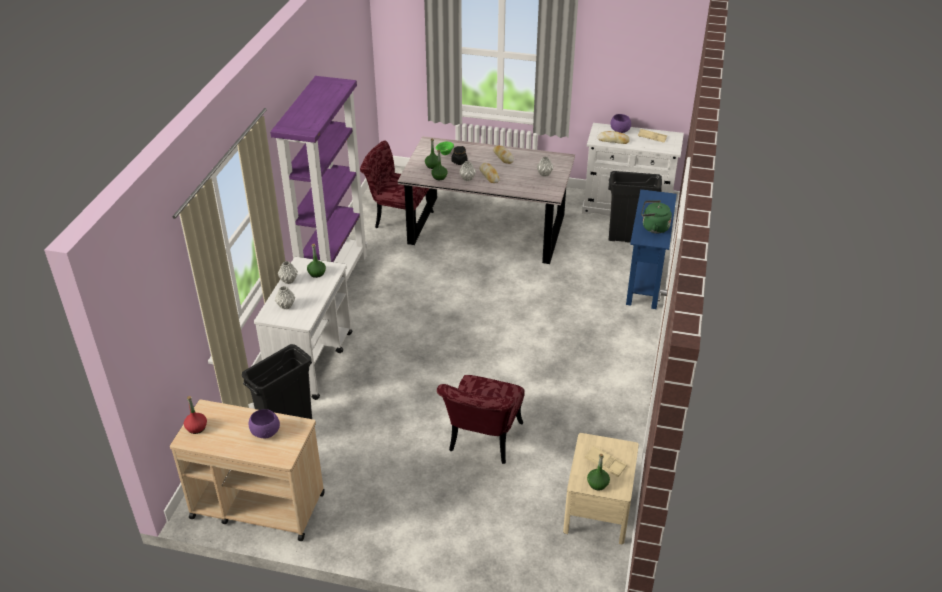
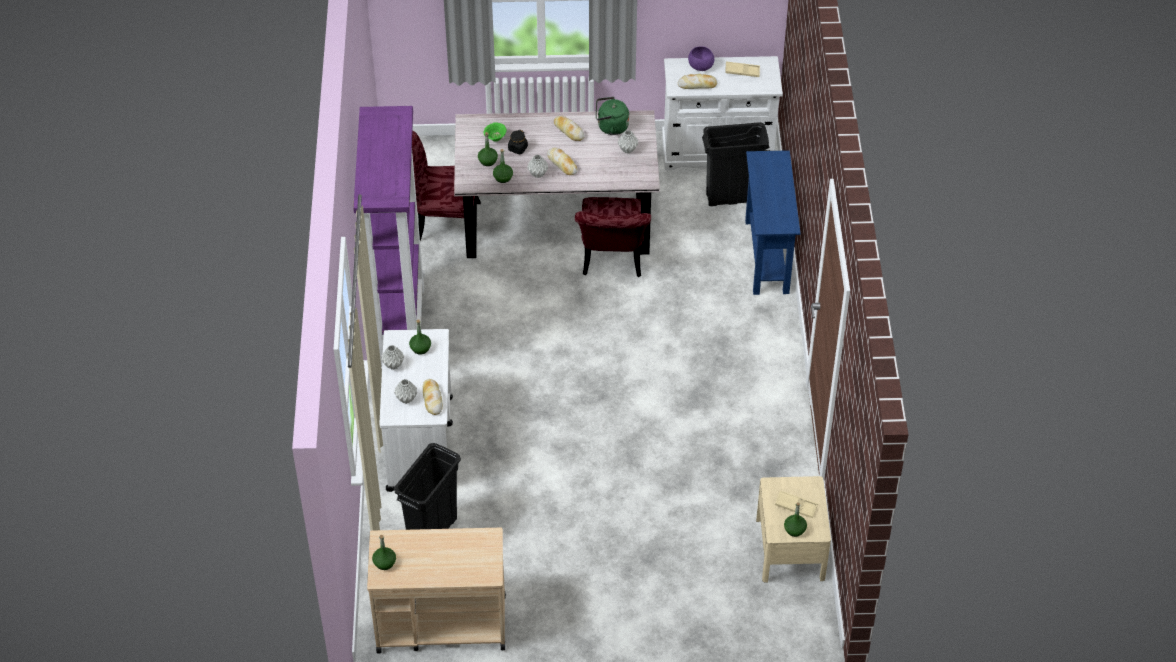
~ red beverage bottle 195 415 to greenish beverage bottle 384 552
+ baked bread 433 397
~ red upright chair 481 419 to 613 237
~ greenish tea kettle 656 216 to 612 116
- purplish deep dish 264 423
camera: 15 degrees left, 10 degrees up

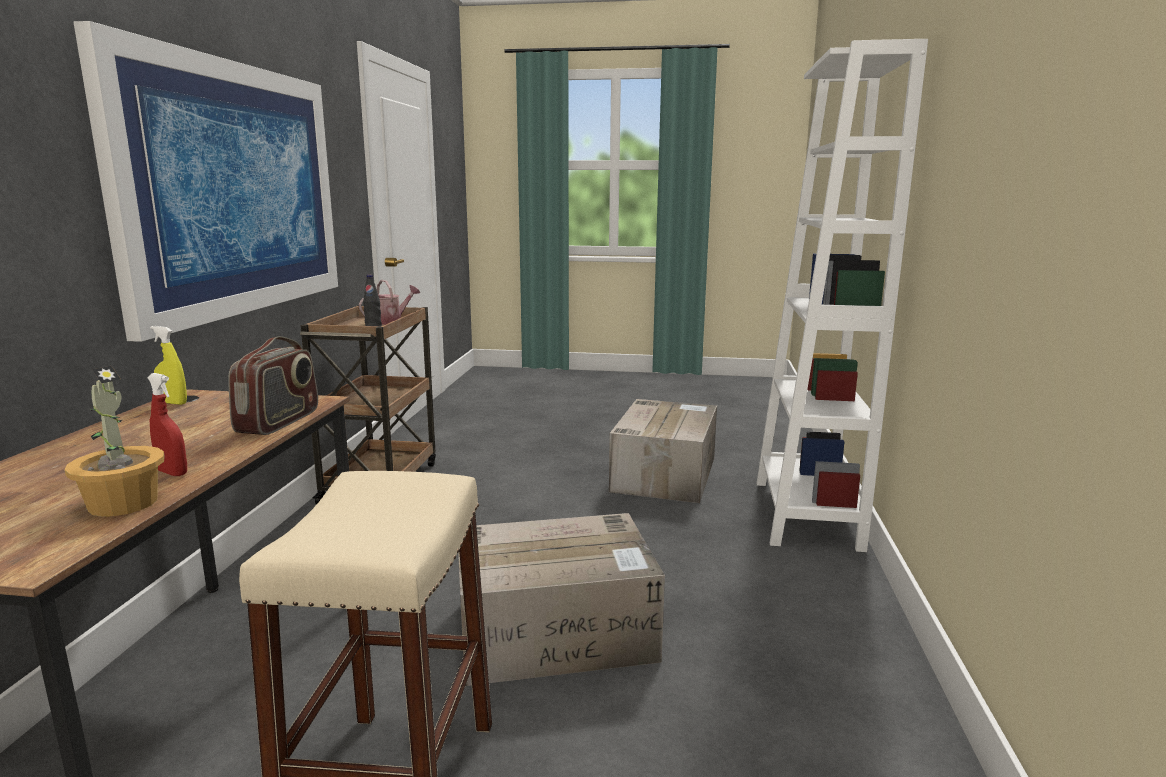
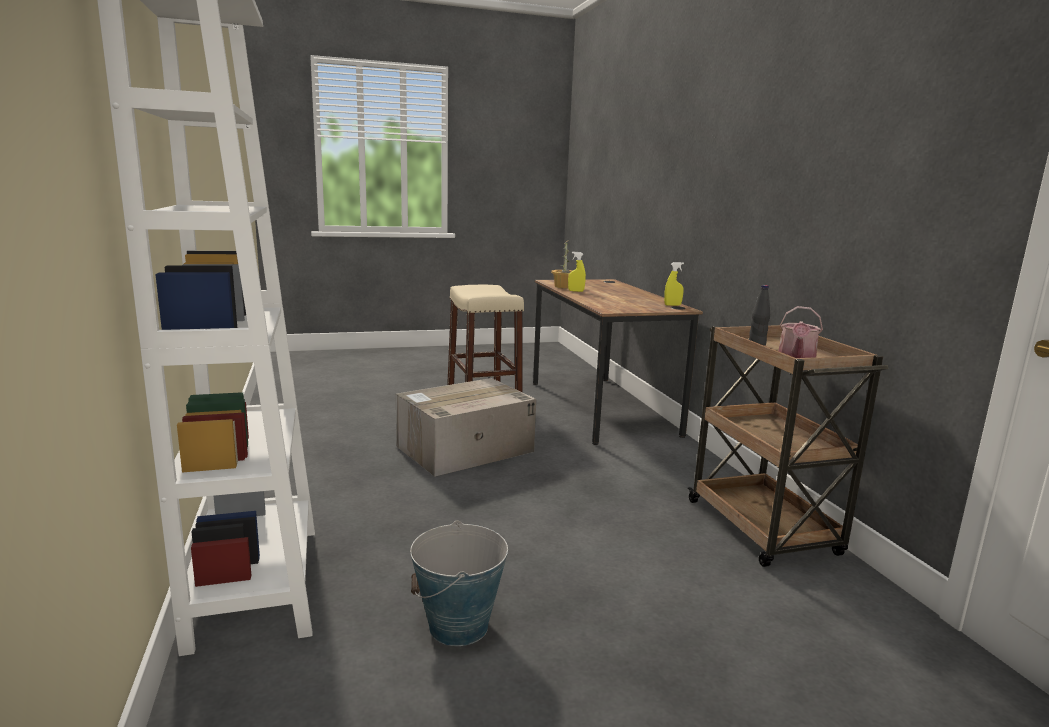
~ carton 663 451 to water bucket 459 583
~ red hand sprayer 167 424 to yellow-coloured hand sprayer 577 272
- wall art 206 181
- radio receiver 273 385
camera: 155 degrees right, 0 degrees up

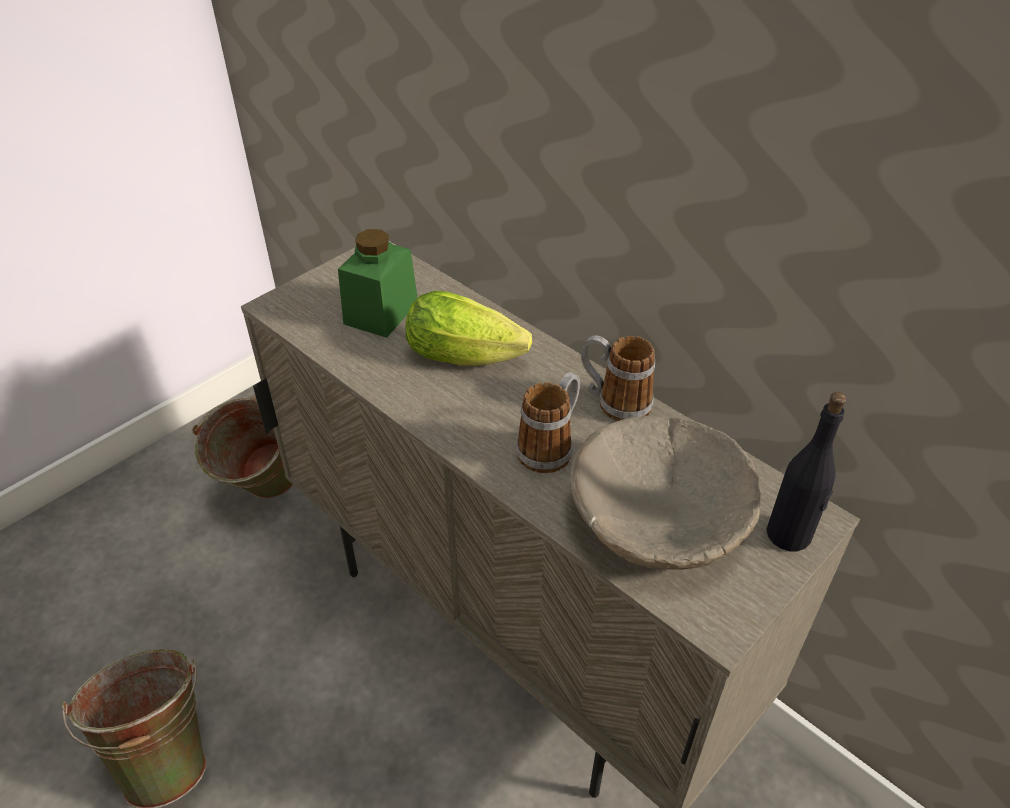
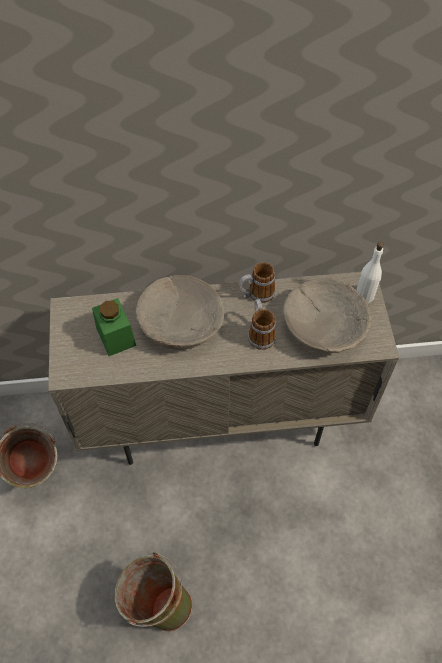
~ lettuce 469 328 to beige deep dish 179 312
~ black beverage bottle 806 471 to white-coloured beverage bottle 370 272
camera: 50 degrees left, 15 degrees up

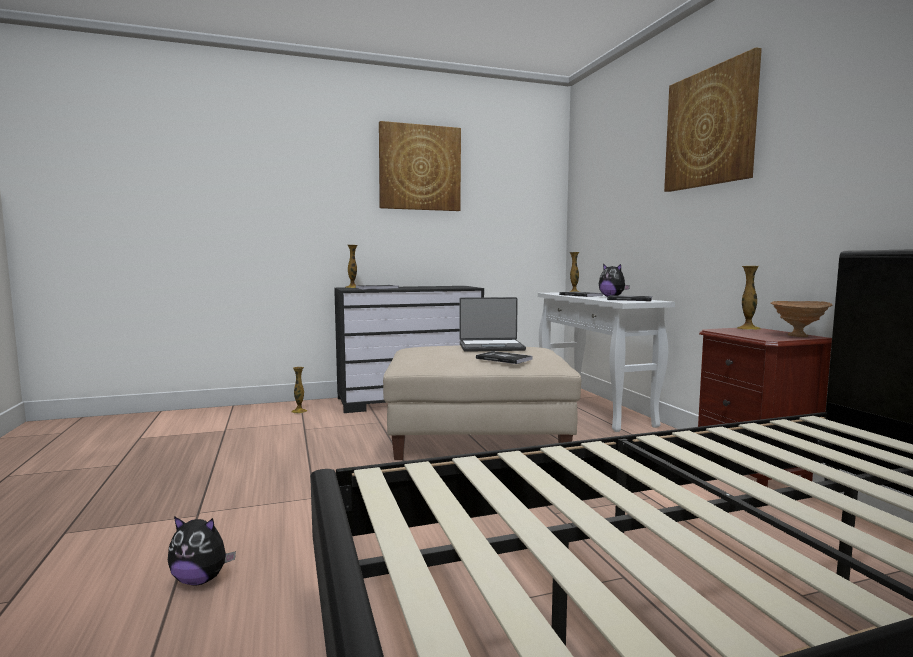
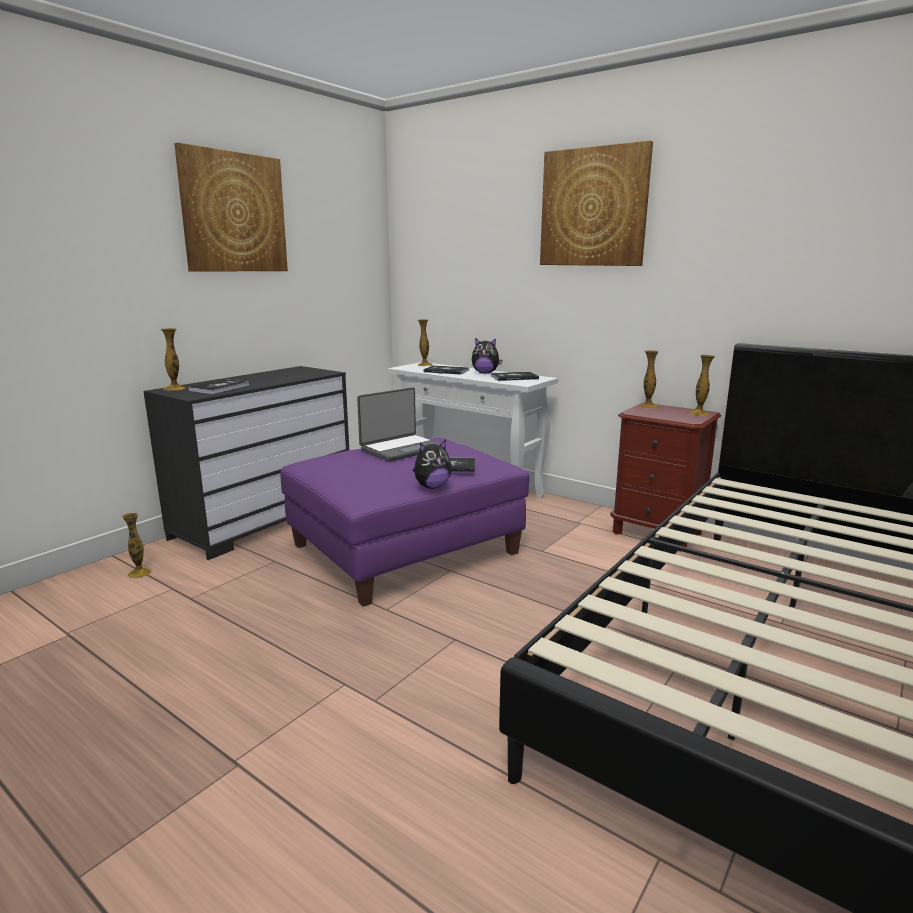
~ beige ottoman 482 403 to purplish ottoman 405 522
~ plush toy 202 551 to 432 464
~ brown deep dish 801 319 to flower vase 701 385
camera: 35 degrees left, 10 degrees up

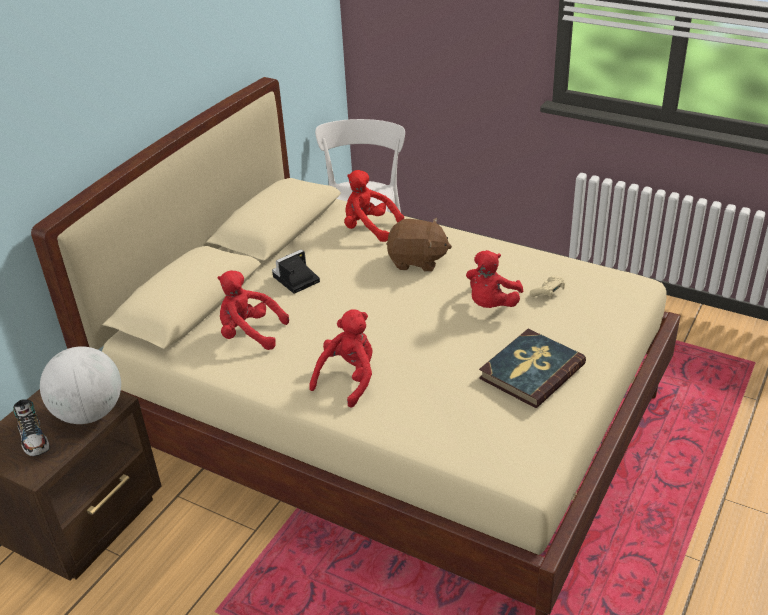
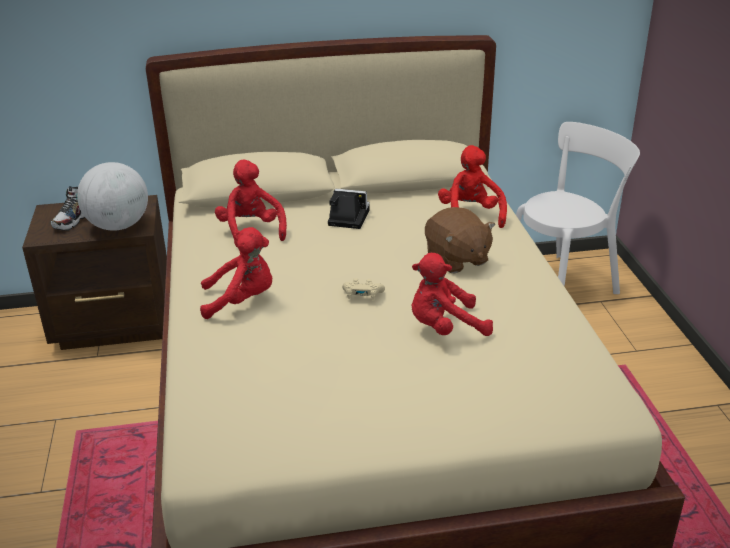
~ beige joypad 547 287 to 363 289
- bound book 532 368
camera: 50 degrees right, 5 degrees down

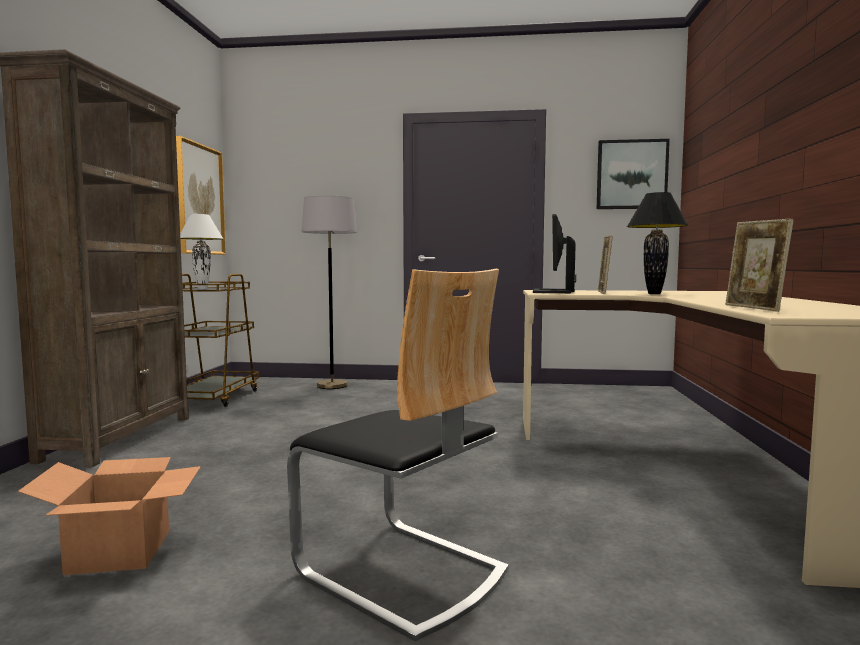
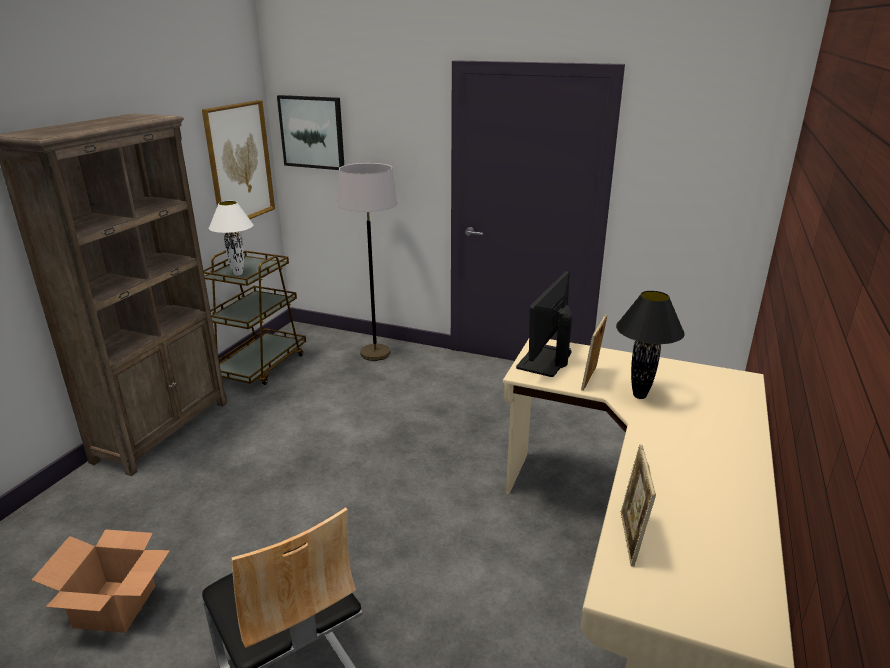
~ wall art 633 174 to 310 132
camera: 15 degrees right, 20 degrees up

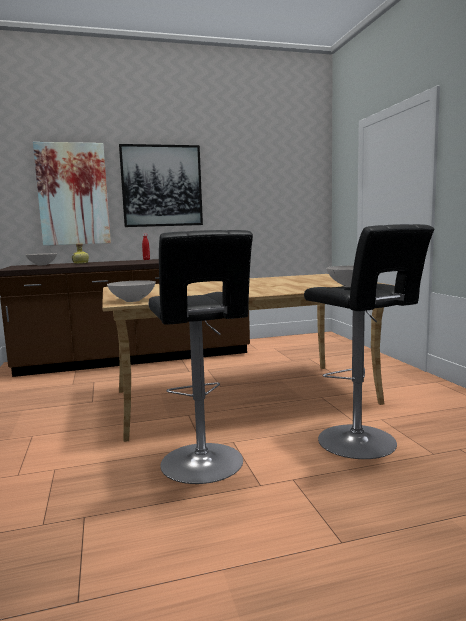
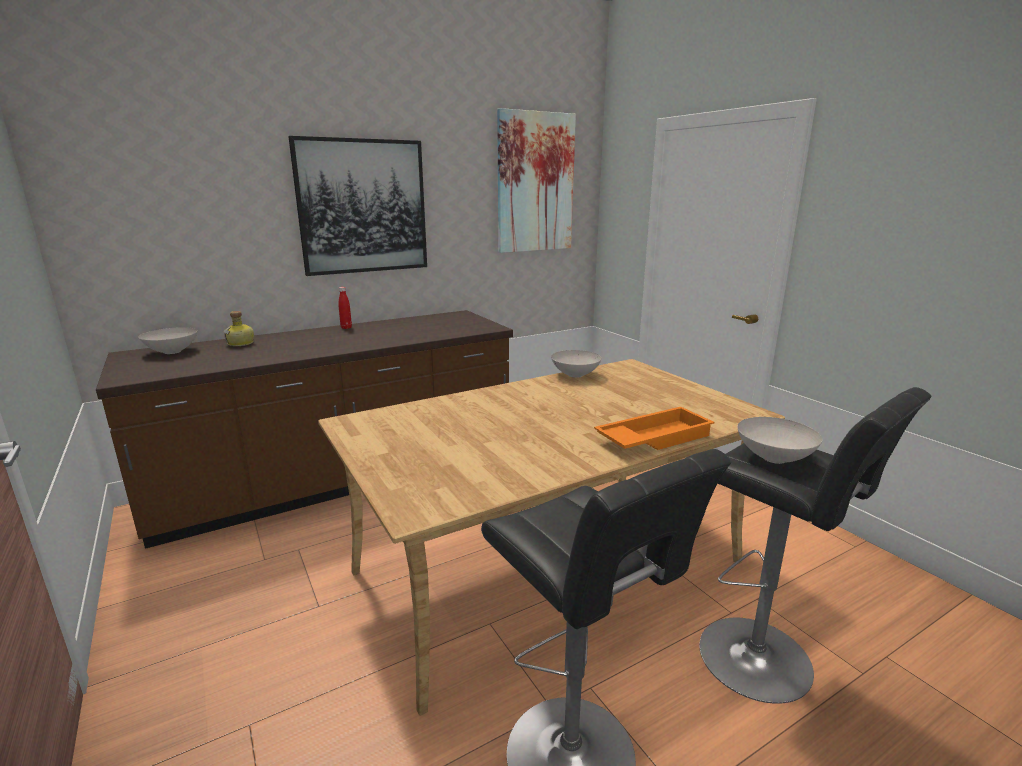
~ wall art 72 194 to 536 180
~ white-coloured deep dish 131 291 to 576 364
+ orange-coloured tray 654 428
camera: 15 degrees left, 10 degrees up

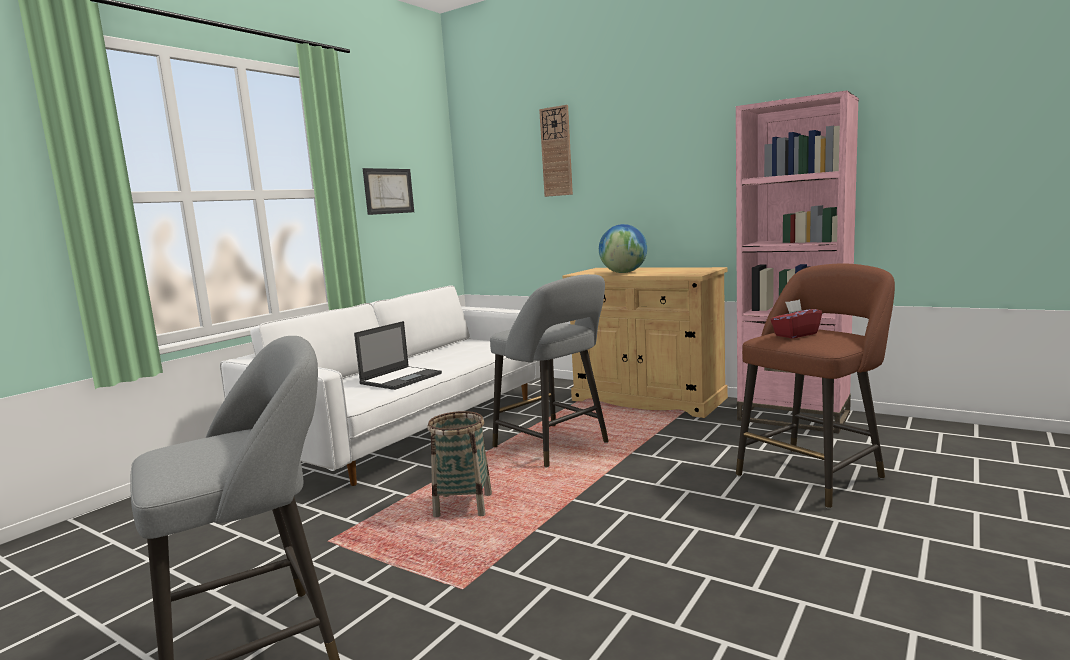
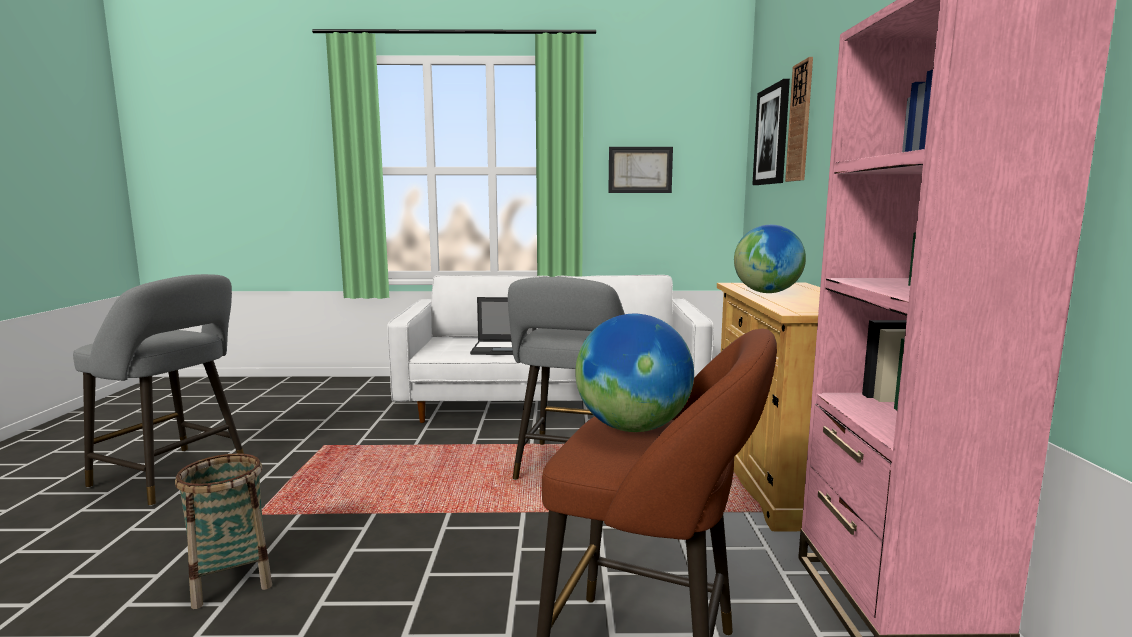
~ storage basket 459 464 to 223 531
~ red tissue holder 796 318 to globe 634 373
+ wall art 771 132
camera: 55 degrees right, 0 degrees up

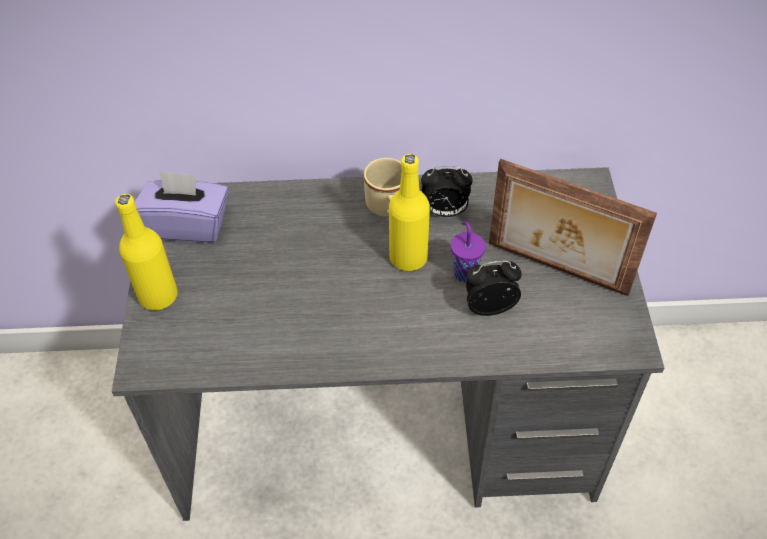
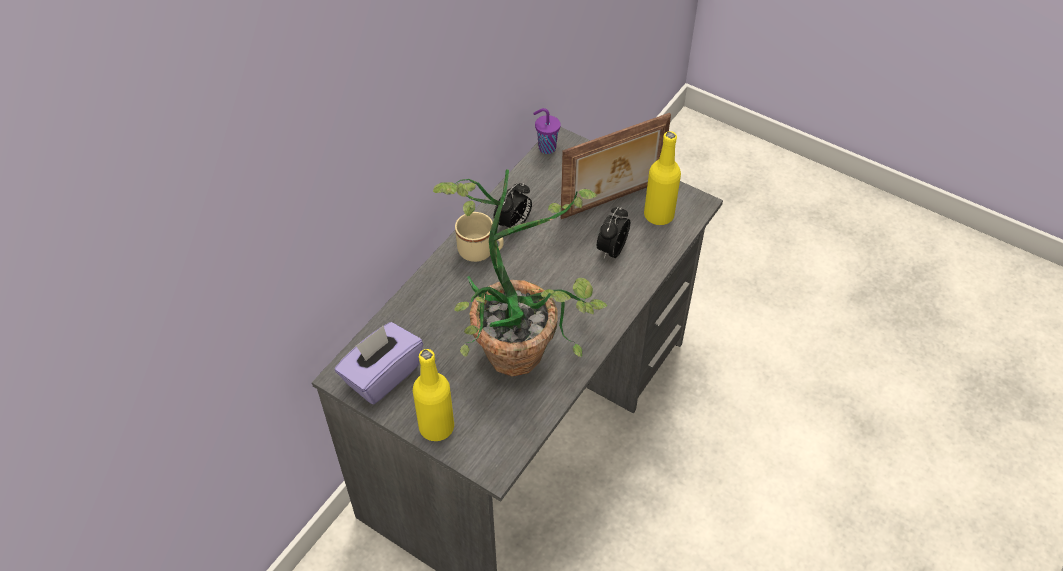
+ plant in a pot 520 273
~ purplish drinking cup 468 251 to 547 131
~ yellow-coloured beverage bottle 409 212 to 662 178
camera: 55 degrees left, 0 degrees up

